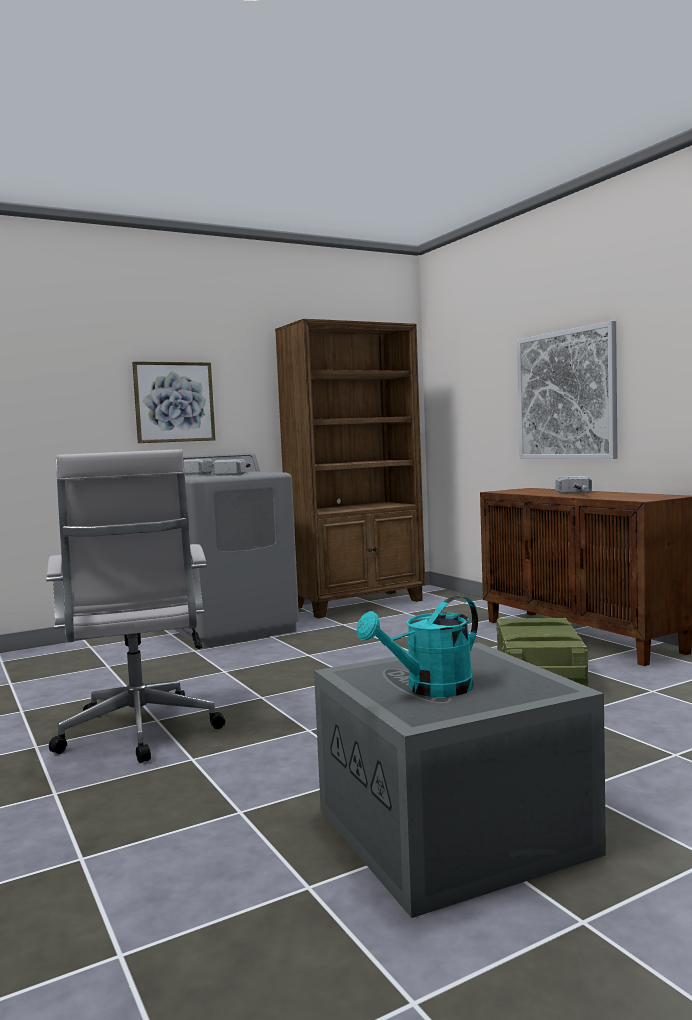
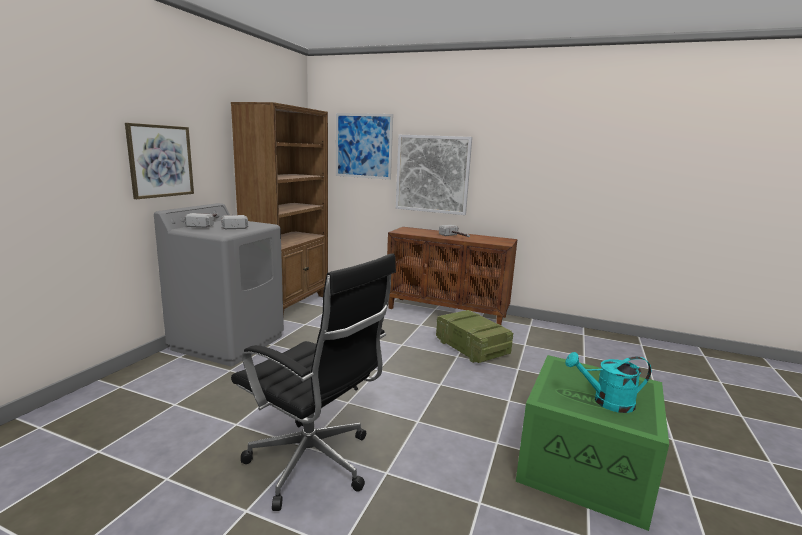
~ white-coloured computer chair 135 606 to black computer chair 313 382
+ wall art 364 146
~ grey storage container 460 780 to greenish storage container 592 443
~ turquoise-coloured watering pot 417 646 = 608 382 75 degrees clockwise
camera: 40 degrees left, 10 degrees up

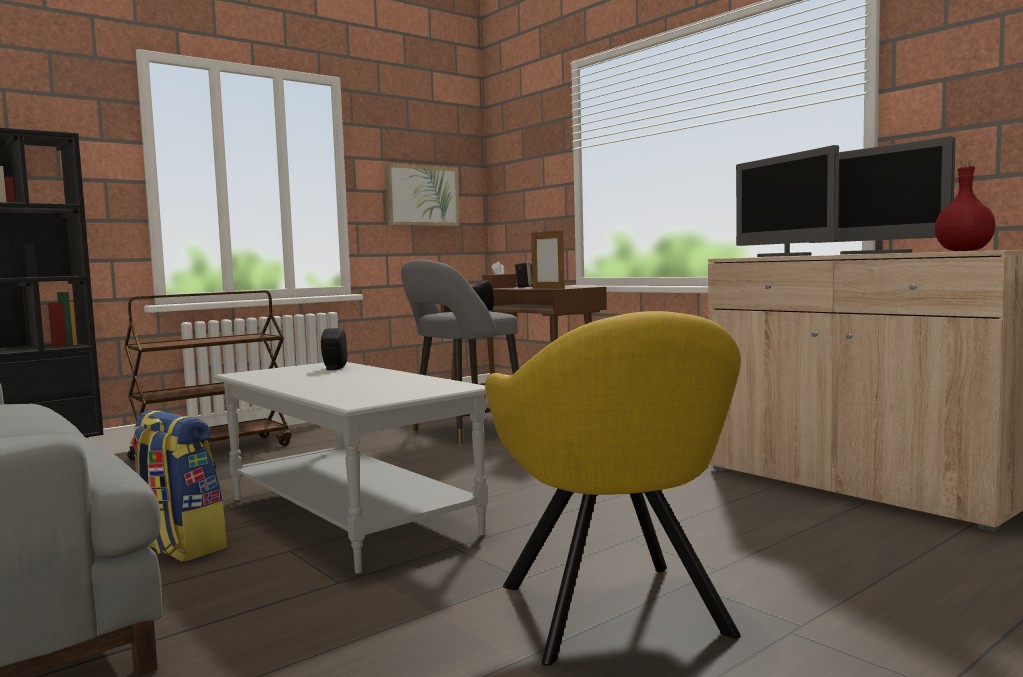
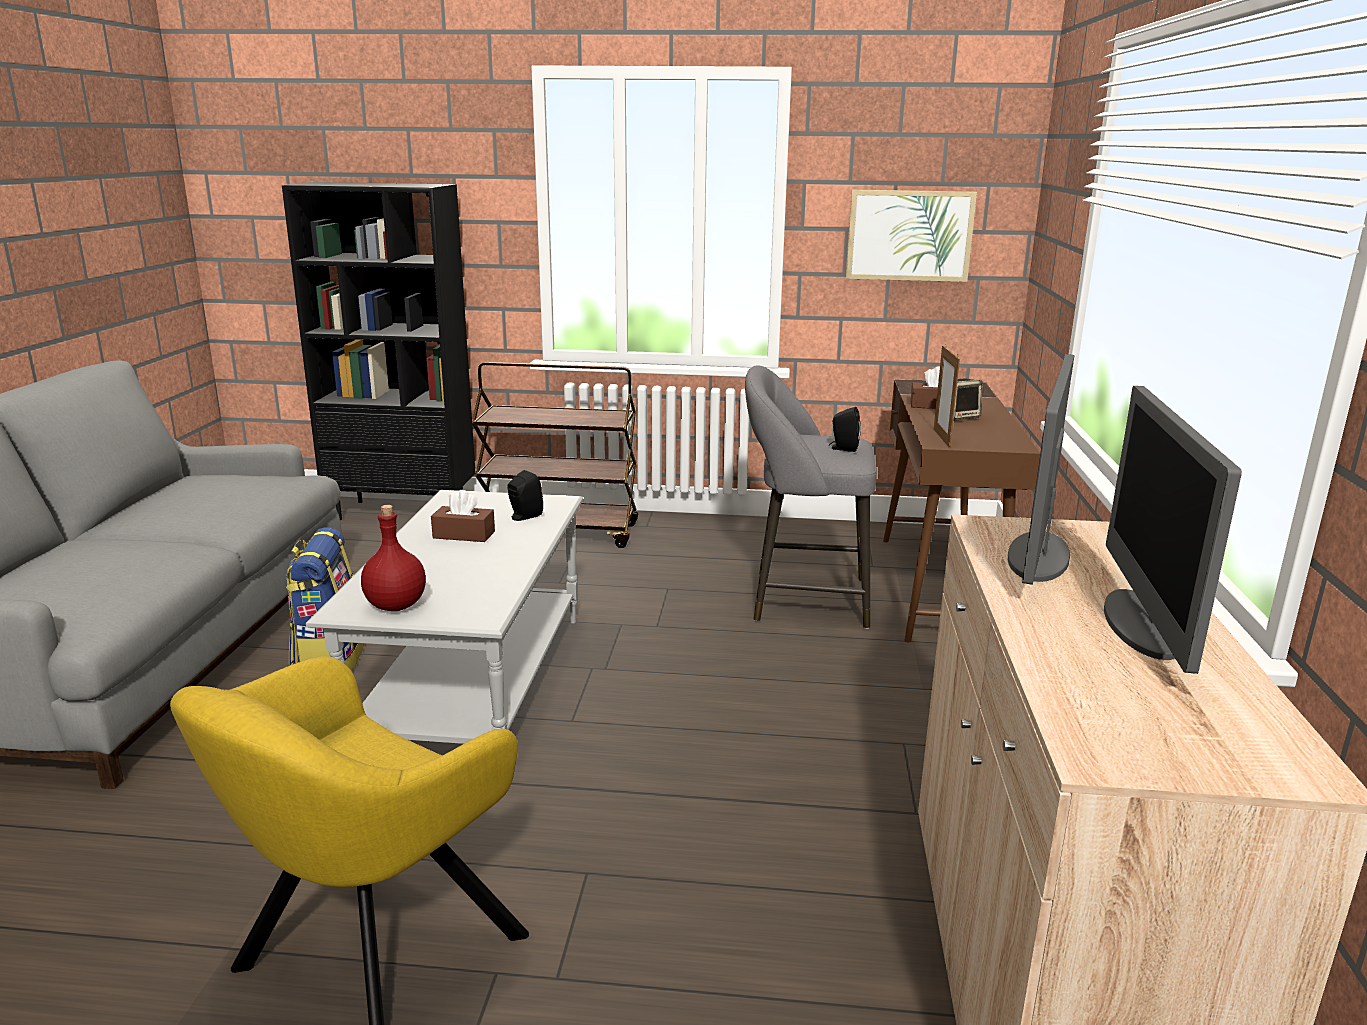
~ red beverage bottle 965 205 to 393 558
+ brown tissue holder 463 516
camera: 45 degrees right, 15 degrees up

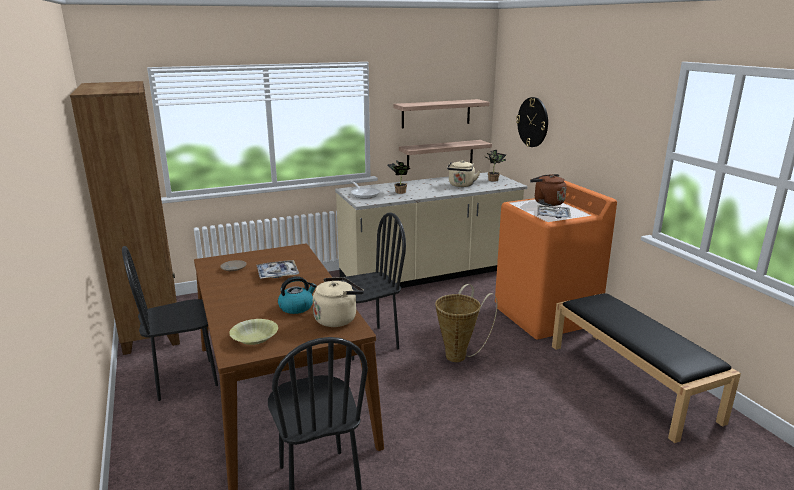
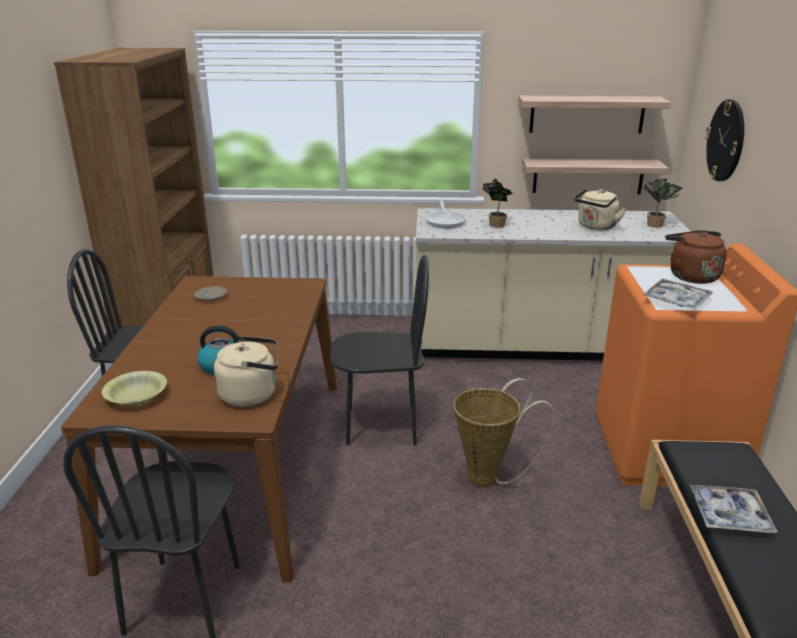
~ tray 278 269 to 734 509
camera: 25 degrees right, 5 degrees up

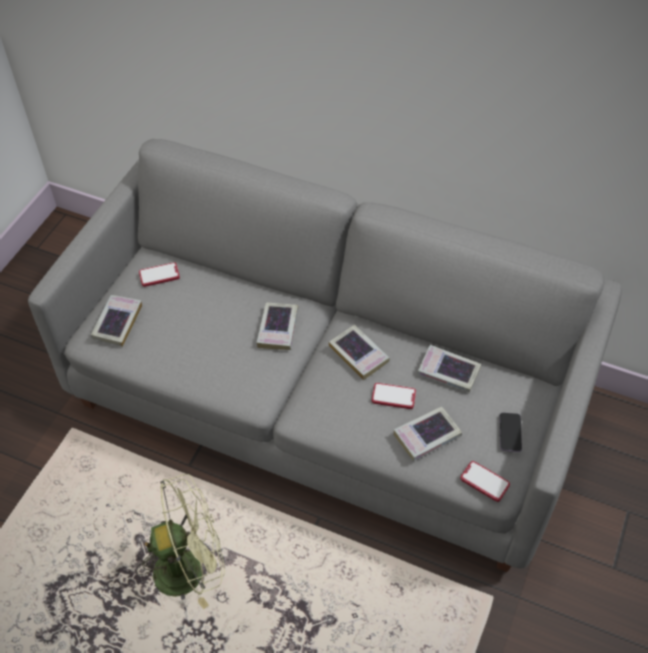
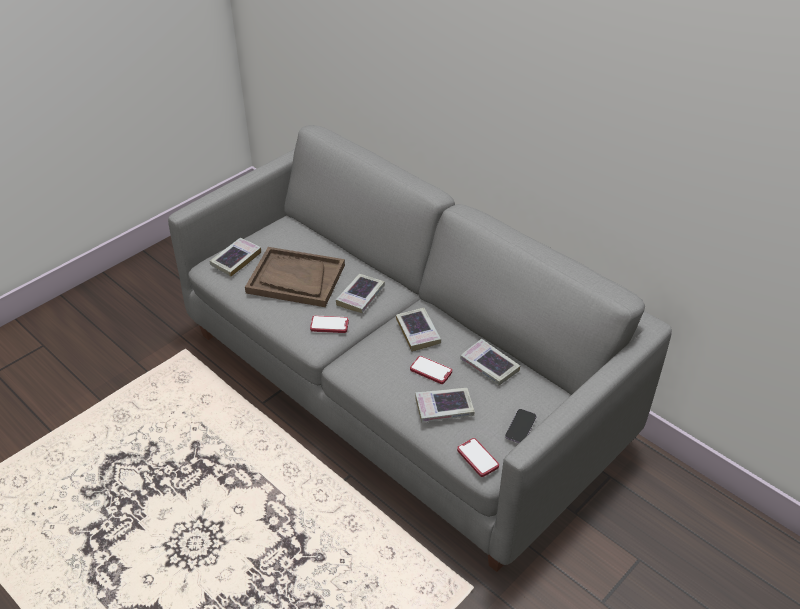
+ brown tray 295 277
~ handset 159 274 to 329 324
- greenish cooling fan 180 541
camera: 20 degrees right, 10 degrees down

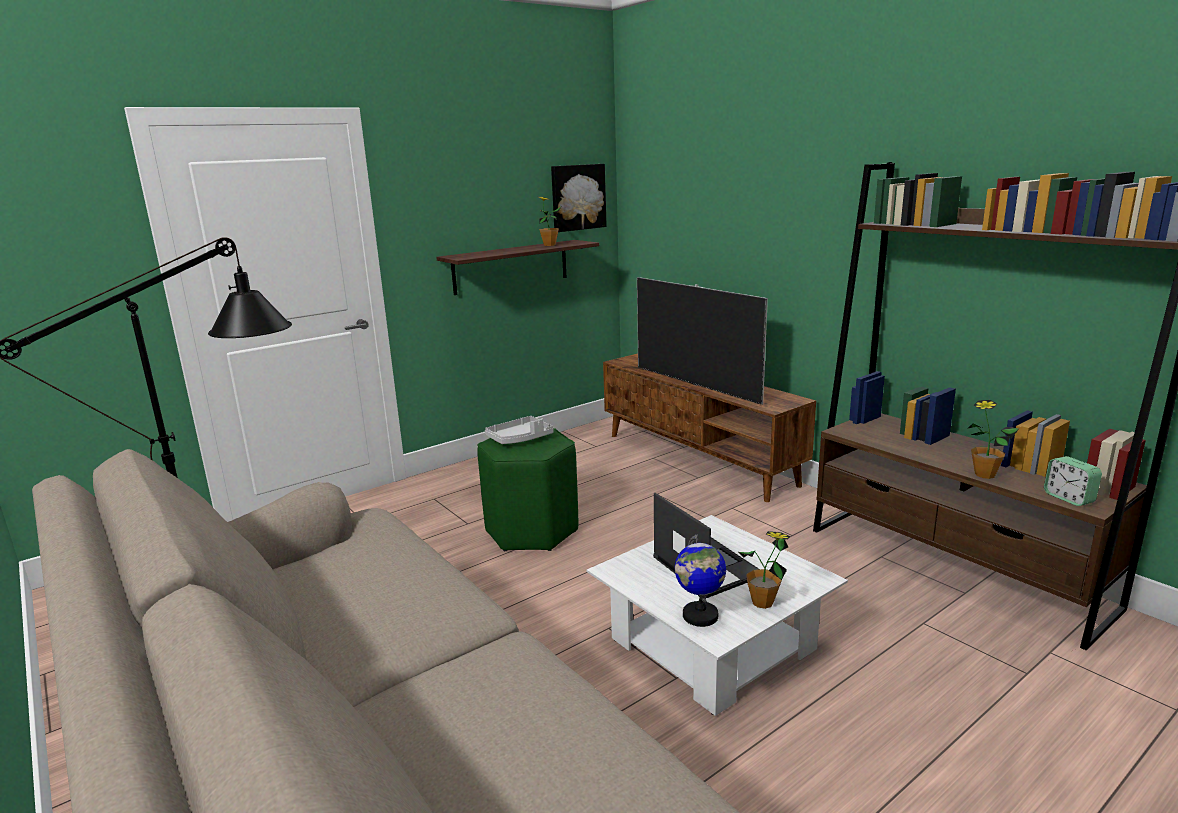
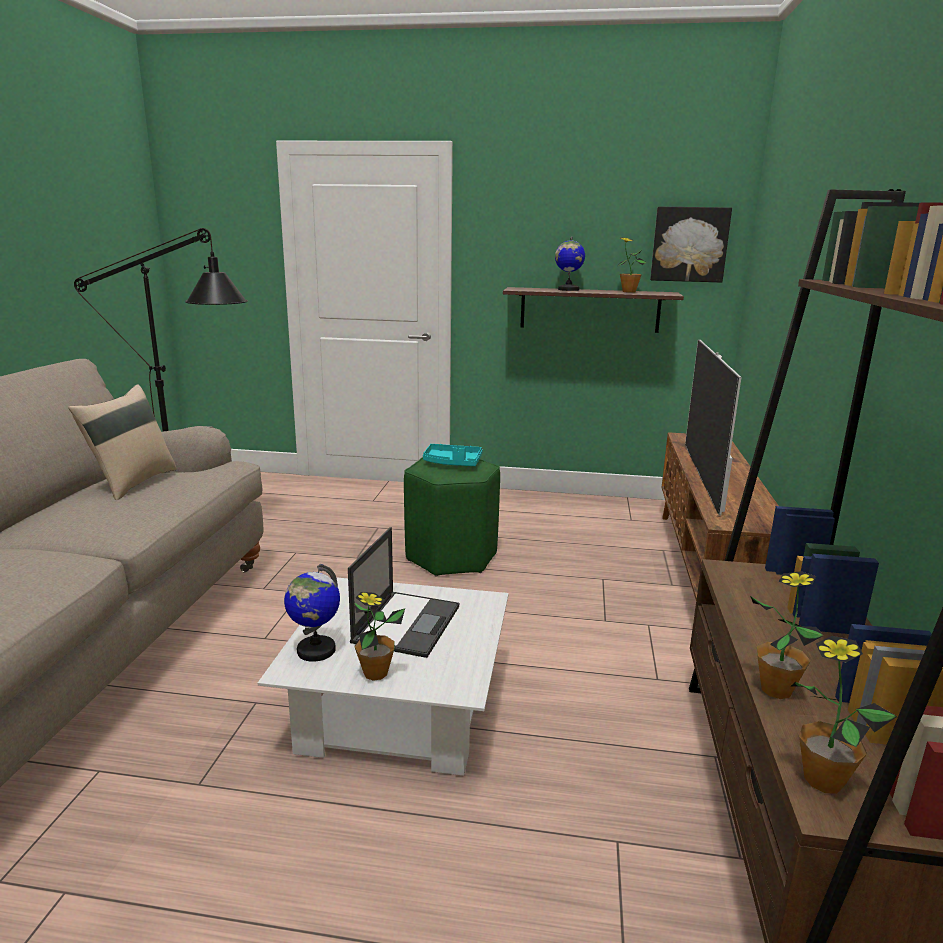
+ beige throw pillow 122 442
~ grey tray 519 430 to turquoise-coloured tray 453 455
+ globe 570 264
~ table clock 1073 481 to plant in a pot 843 715
camera: 45 degrees right, 0 degrees up

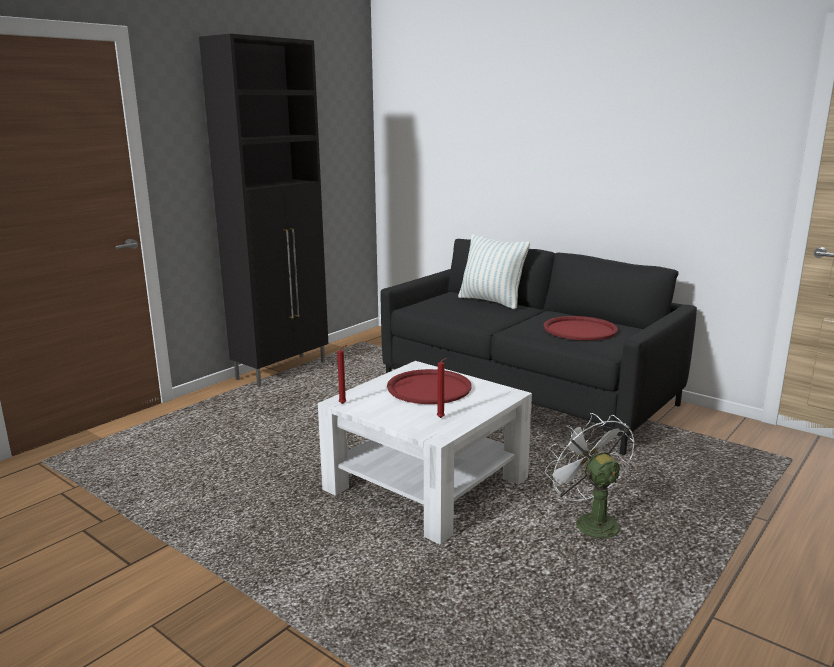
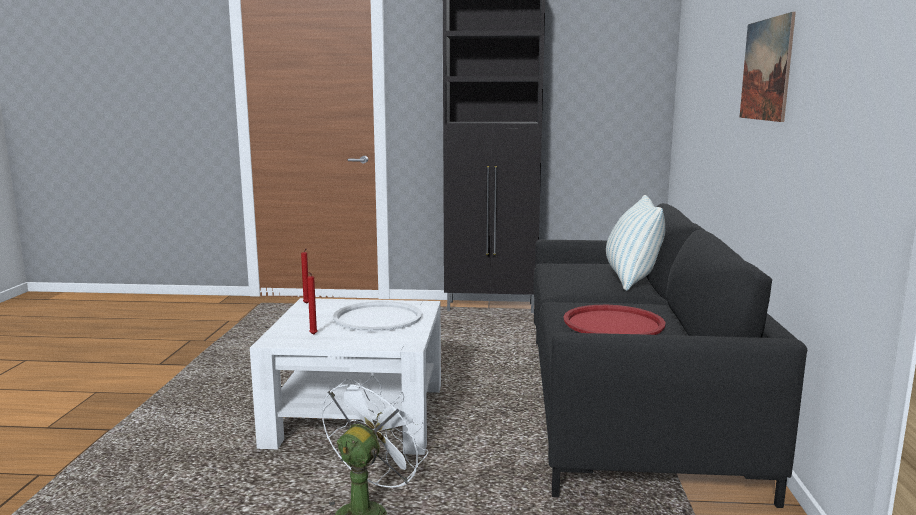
~ red tray 429 386 to white-coloured tray 377 316
+ wall art 767 67
camera: 55 degrees right, 5 degrees down

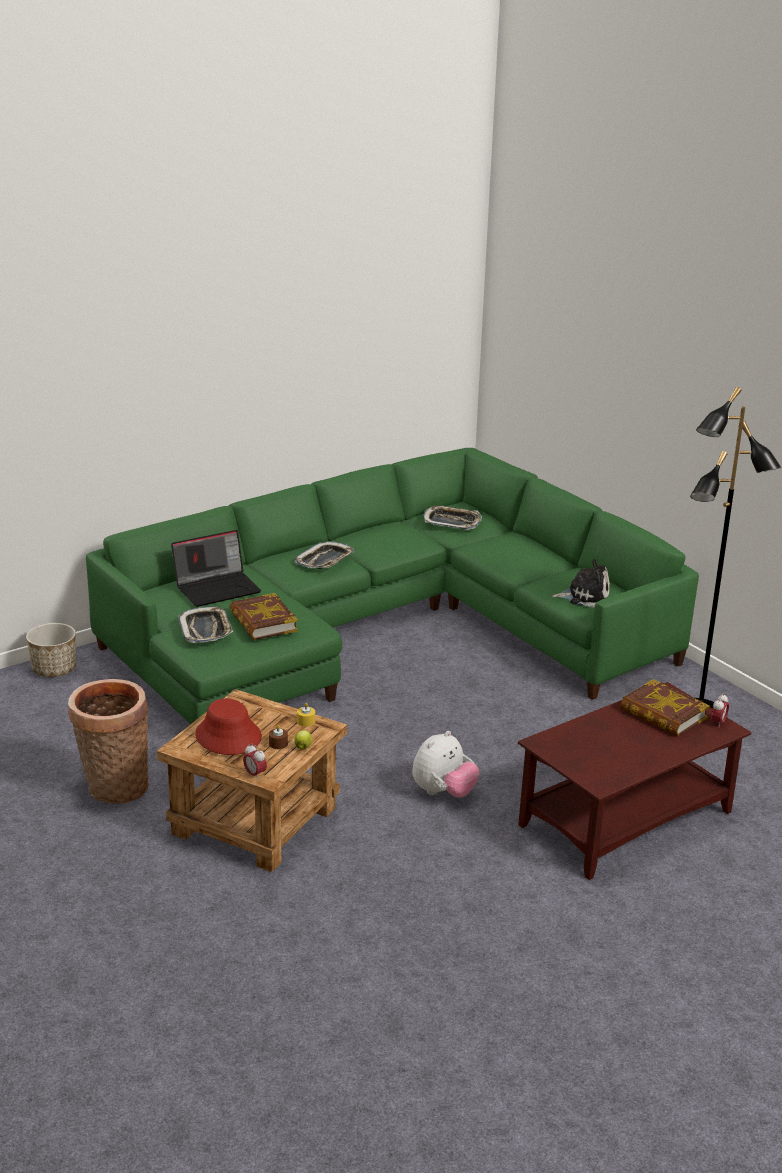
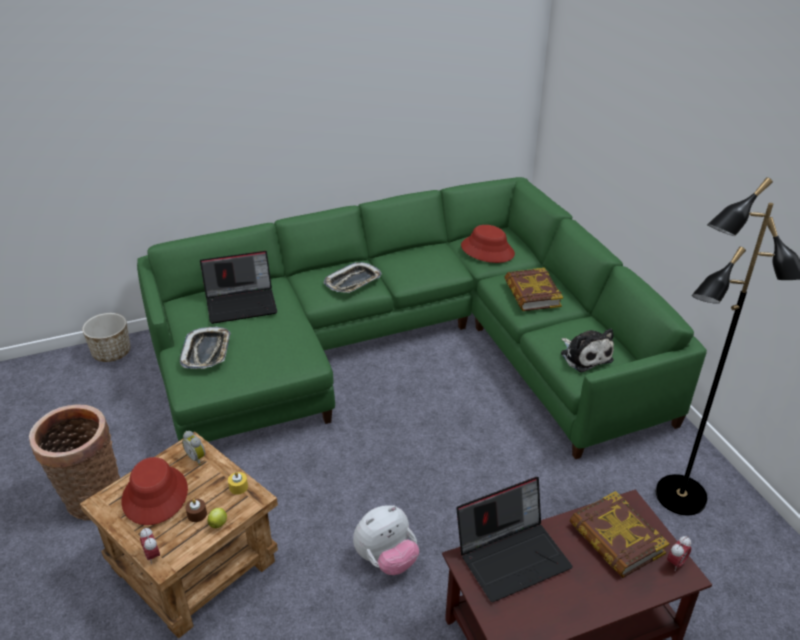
+ table clock 193 448
+ portable computer 514 539
~ tray 452 518 to red clothing hat 488 244
~ bound book 263 616 to 534 289
~ plush toy 581 583 = 587 351 45 degrees clockwise
camera: 15 degrees right, 10 degrees up

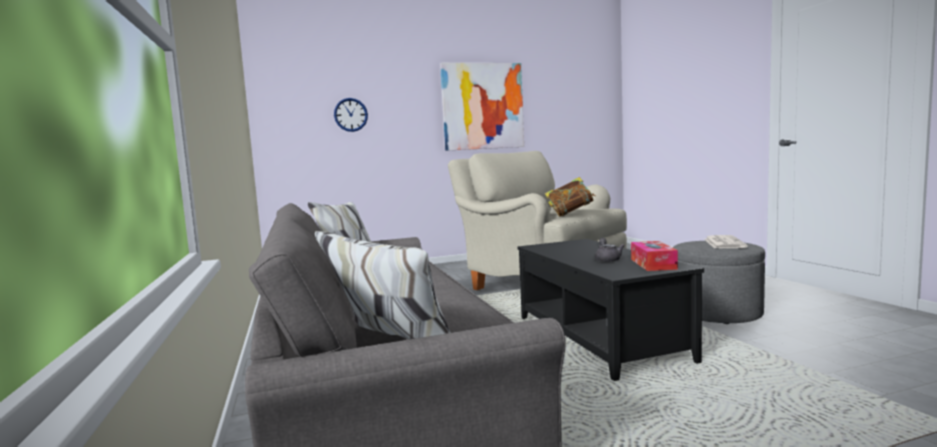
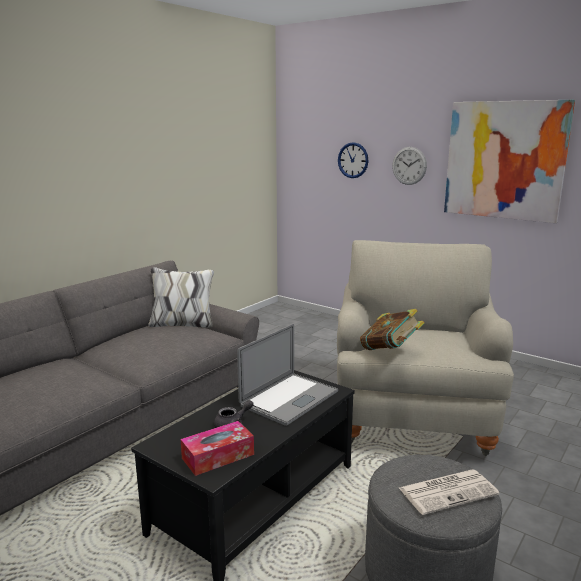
+ portable computer 287 375
+ hanging clock 409 166
camera: 55 degrees right, 10 degrees up

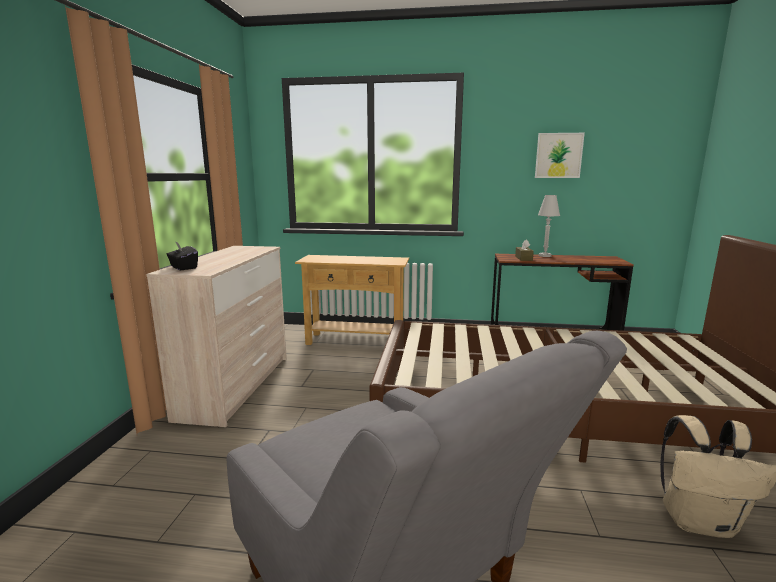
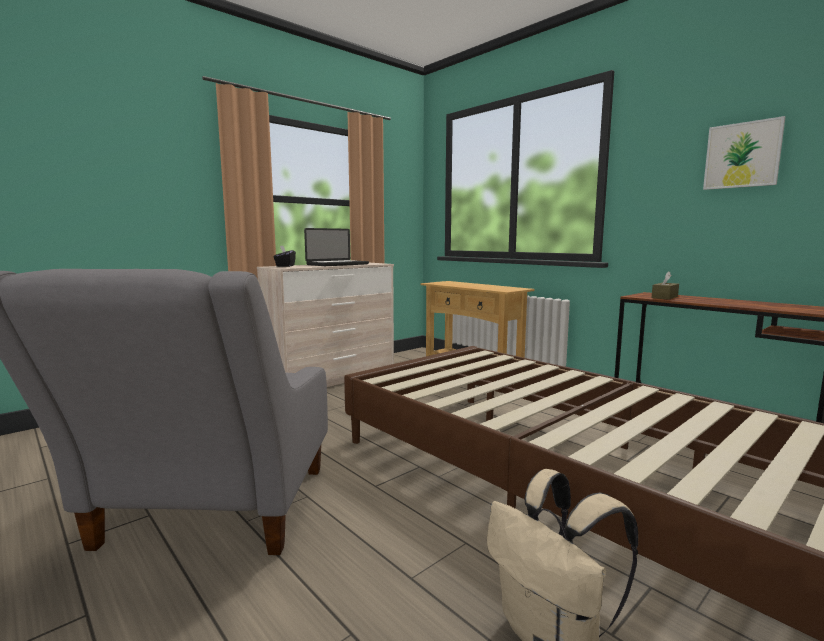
+ portable computer 336 247
- white-coloured table lamp 549 226
camera: 40 degrees right, 5 degrees down

